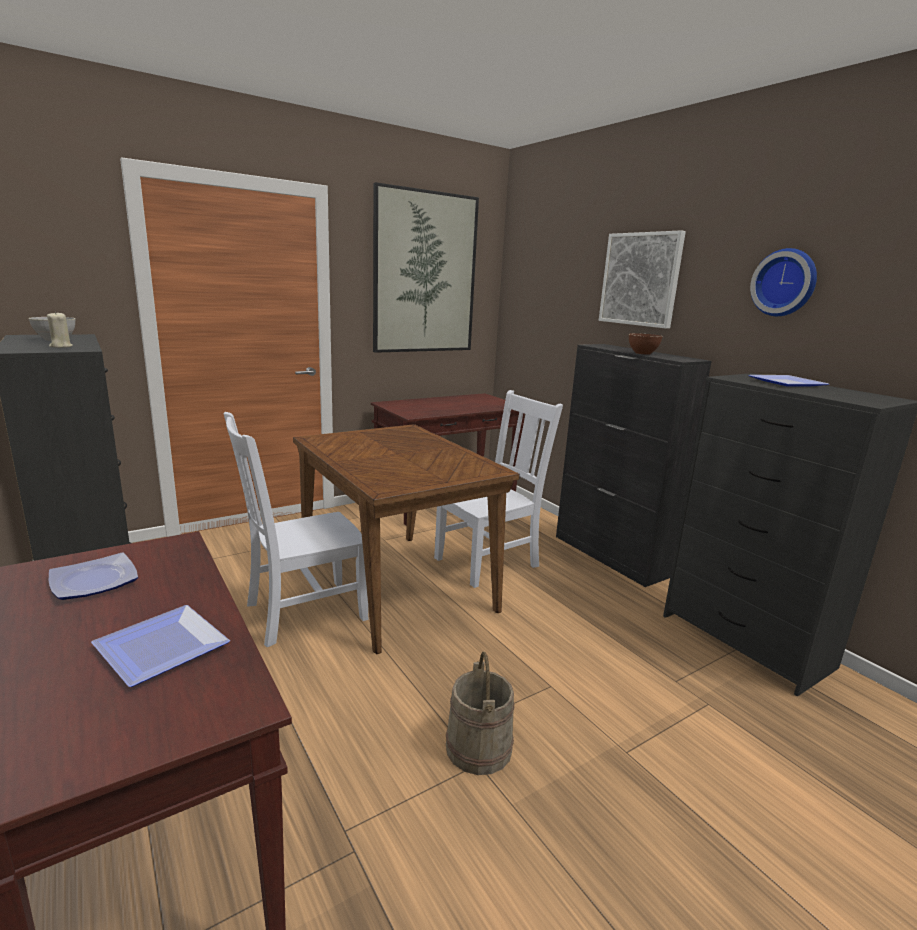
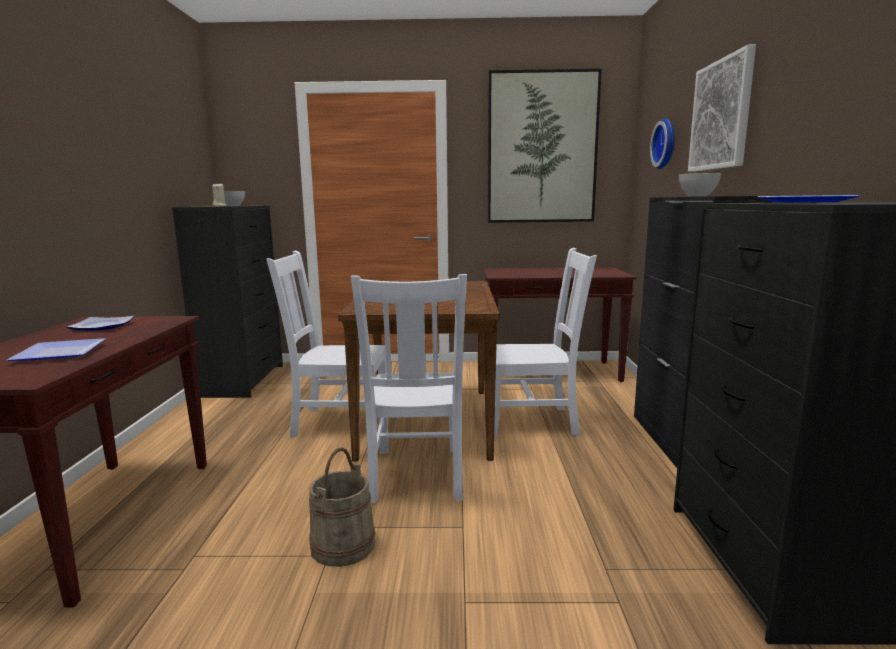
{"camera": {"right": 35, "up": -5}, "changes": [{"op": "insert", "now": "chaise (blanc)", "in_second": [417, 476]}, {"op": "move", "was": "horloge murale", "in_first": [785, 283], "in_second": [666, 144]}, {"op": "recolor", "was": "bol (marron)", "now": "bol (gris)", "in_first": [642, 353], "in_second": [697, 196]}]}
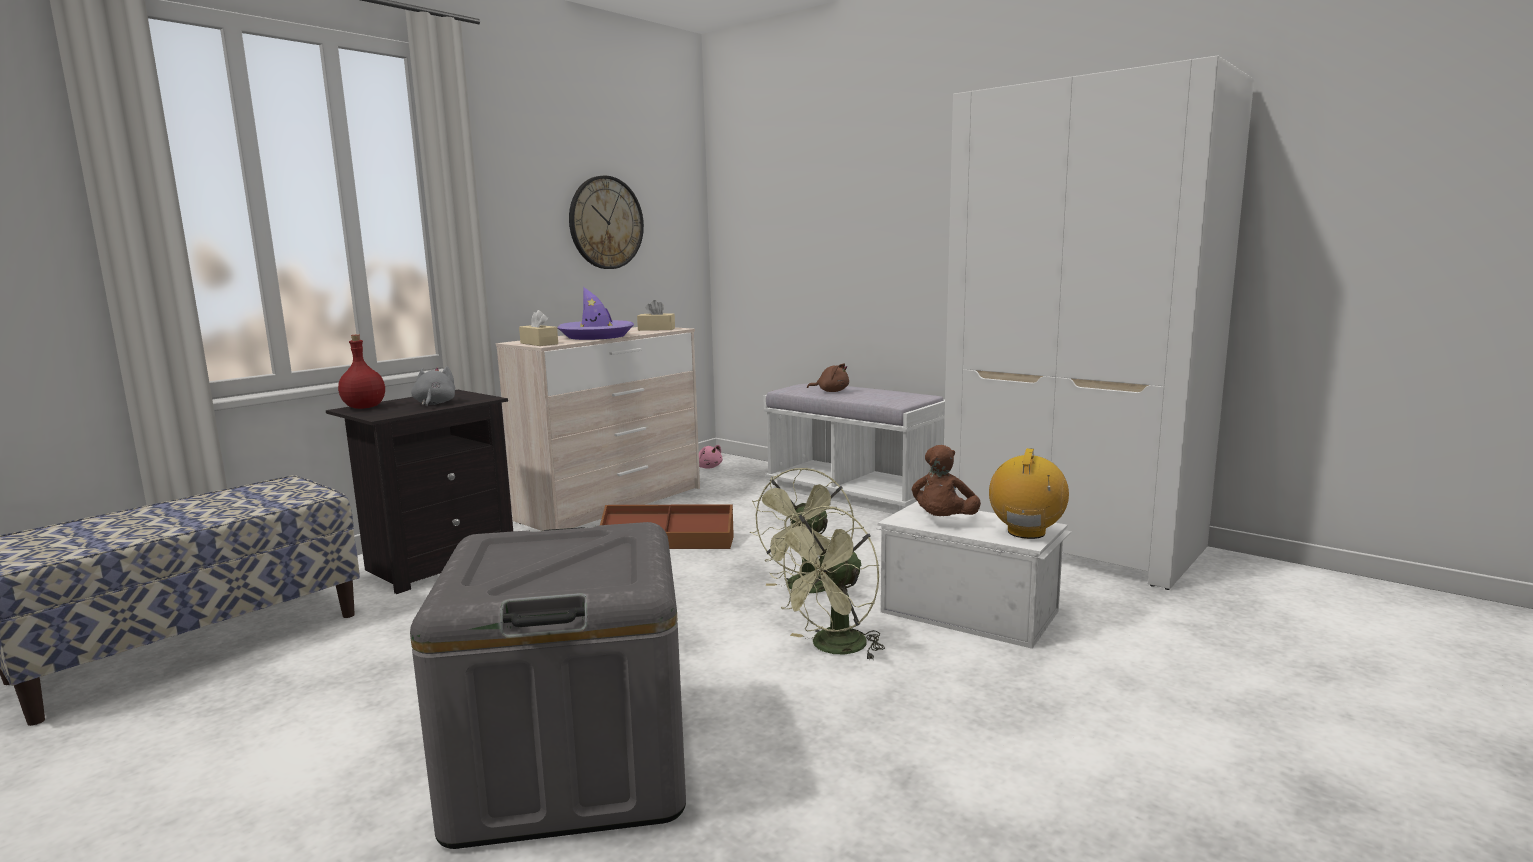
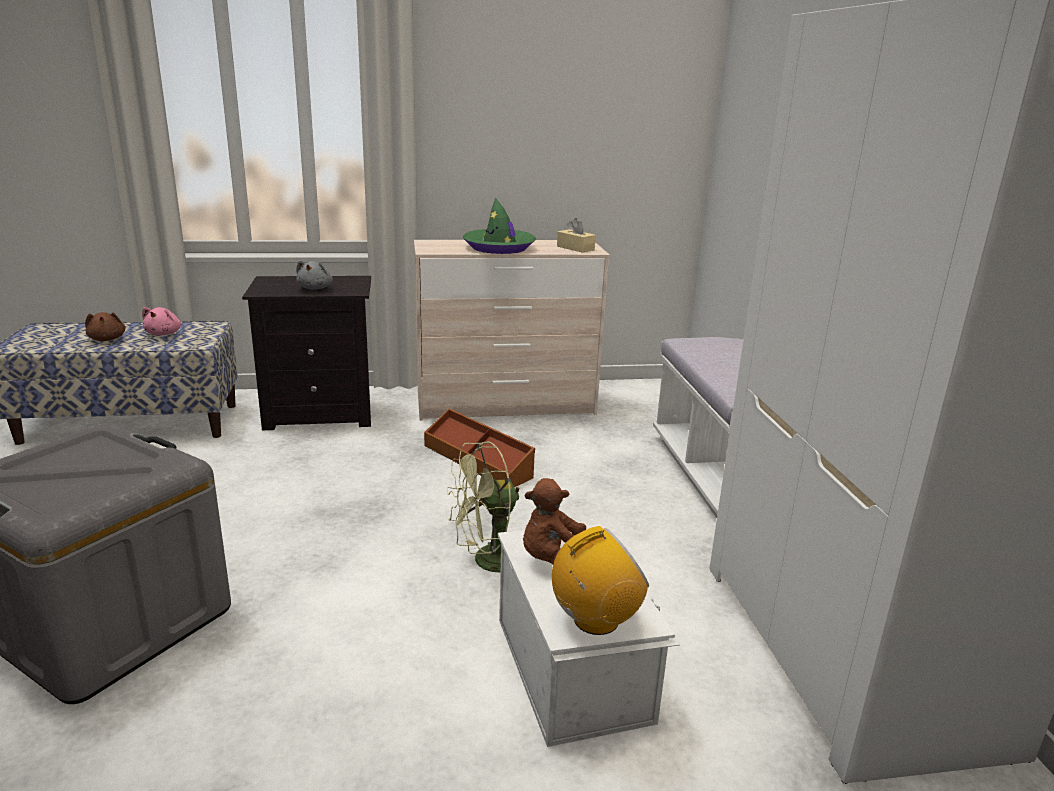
{"camera": {"right": 40, "up": 10}, "changes": [{"op": "move", "was": "peluche (marron)", "in_first": [831, 391], "in_second": [107, 339]}, {"op": "move", "was": "peluche (rose)", "in_first": [708, 467], "in_second": [164, 333]}, {"op": "rotate", "was": "peluche (gris)", "in_first": [434, 404], "in_second": [315, 288], "clockwise": 150}, {"op": "recolor", "was": "chapeau (violet)", "now": "chapeau (vert)", "in_first": [596, 336], "in_second": [499, 248]}, {"op": "delete", "was": "bouteille (rouge)", "in_first": [364, 407]}, {"op": "delete", "was": "boîte à mouchoirs (beige)", "in_first": [539, 343]}, {"op": "delete", "was": "horloge murale", "in_first": [606, 223]}, {"op": "delete", "was": "ventilateur (vert)", "in_first": [832, 648]}]}
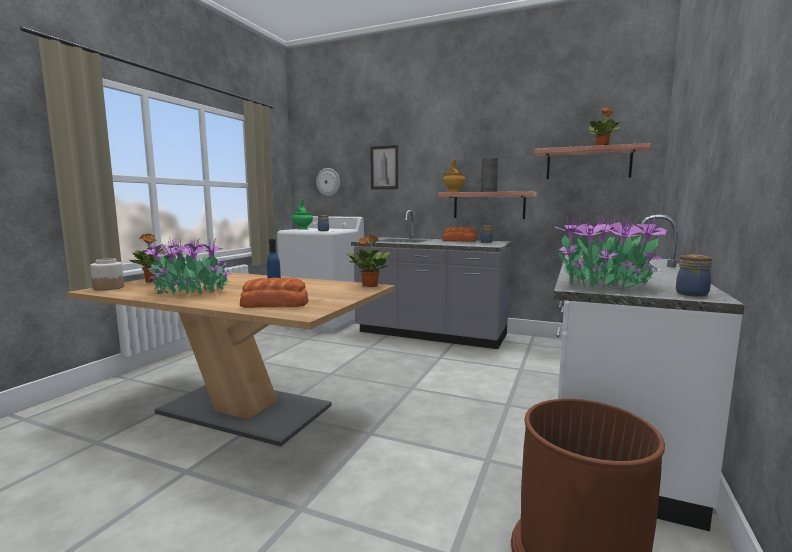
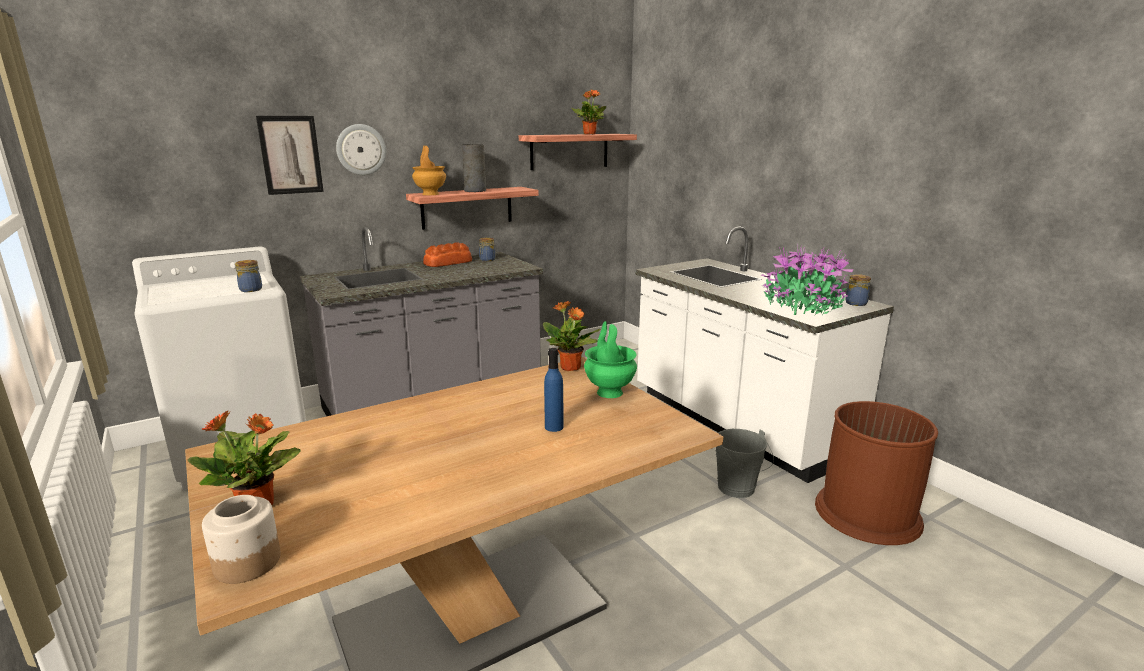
{"camera": {"right": -55, "up": 10}, "changes": [{"op": "move", "was": "horloge murale", "in_first": [328, 182], "in_second": [361, 149]}, {"op": "move", "was": "vase (vert)", "in_first": [302, 229], "in_second": [609, 392]}, {"op": "insert", "now": "seau (gris)", "in_second": [739, 490]}, {"op": "delete", "was": "plante en pot", "in_first": [189, 292]}, {"op": "delete", "was": "pain", "in_first": [274, 304]}]}
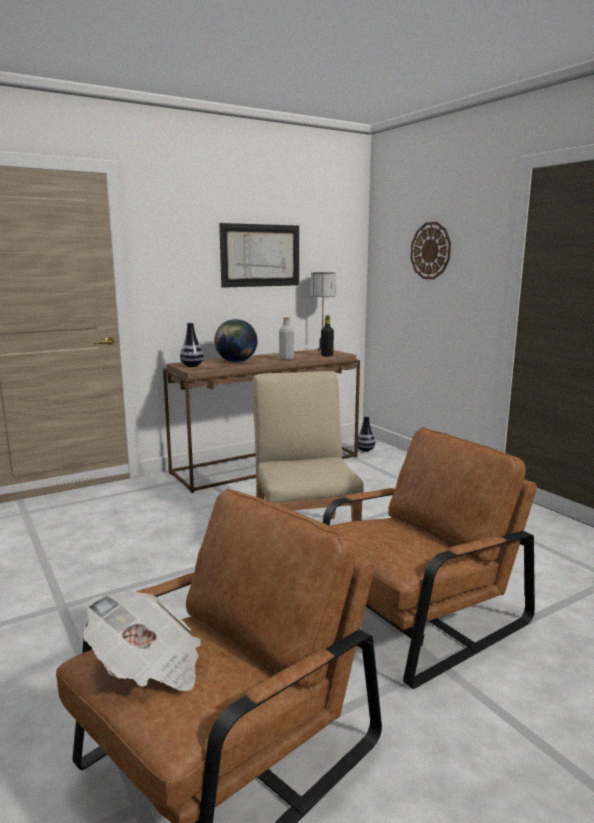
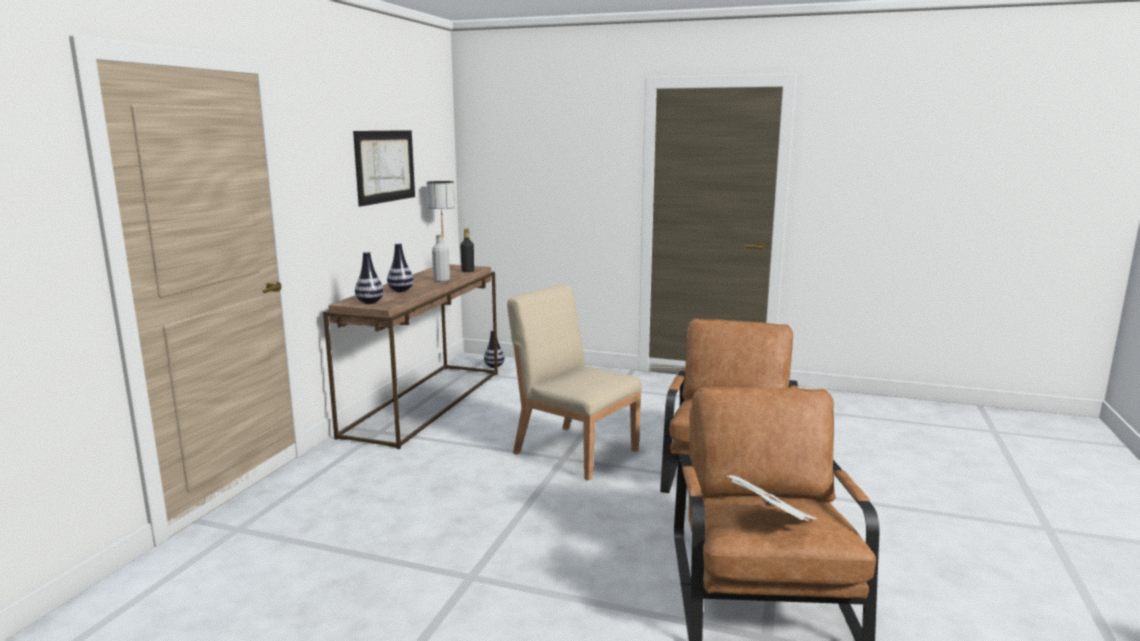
{"camera": {"right": -40, "up": 0}, "changes": [{"op": "replace", "was": "globe", "now": "vase", "in_first": [236, 361], "in_second": [400, 291]}, {"op": "delete", "was": "horloge murale", "in_first": [430, 251]}]}
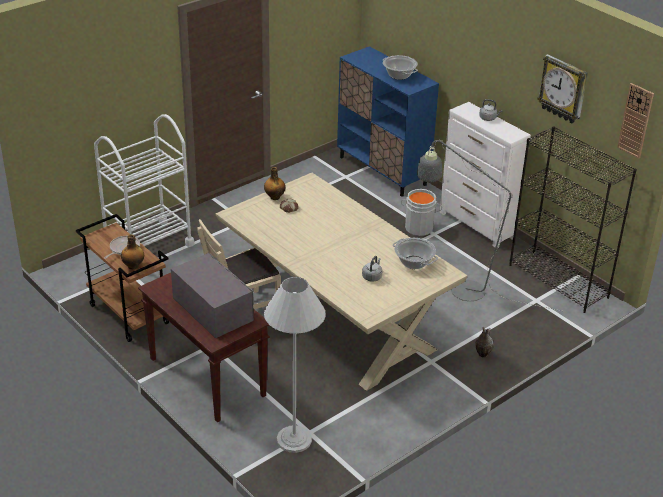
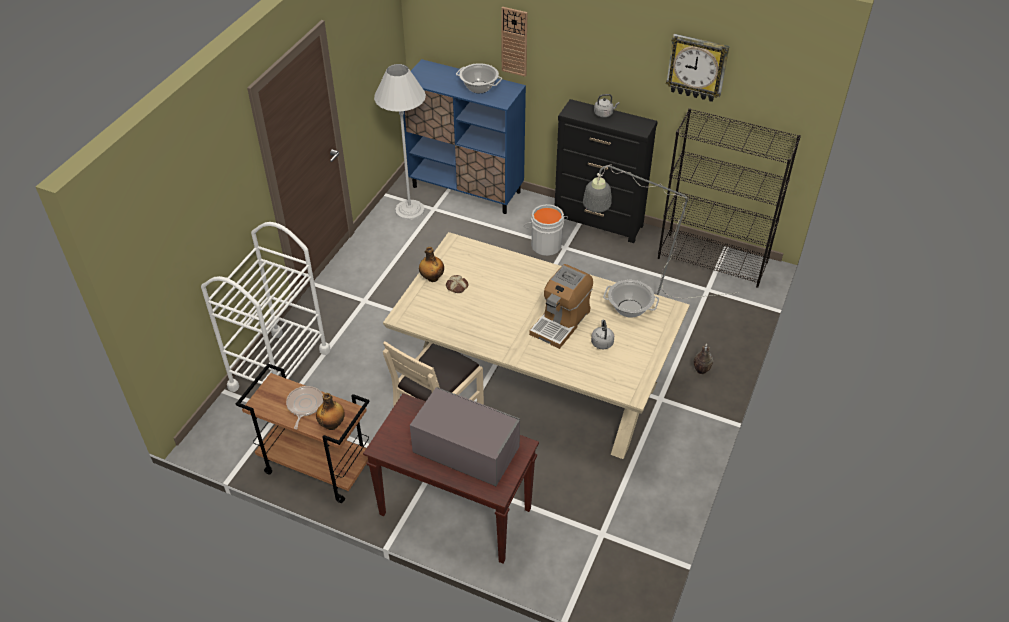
{"camera": {"right": -25, "up": 10}, "changes": [{"op": "move", "was": "lampadaire (blanc)", "in_first": [294, 439], "in_second": [409, 210]}, {"op": "move", "was": "horloge murale", "in_first": [635, 120], "in_second": [514, 41]}, {"op": "insert", "now": "machine à café", "in_second": [561, 322]}, {"op": "recolor", "was": "commode (blanc)", "now": "commode (noir)", "in_first": [477, 225], "in_second": [599, 223]}]}
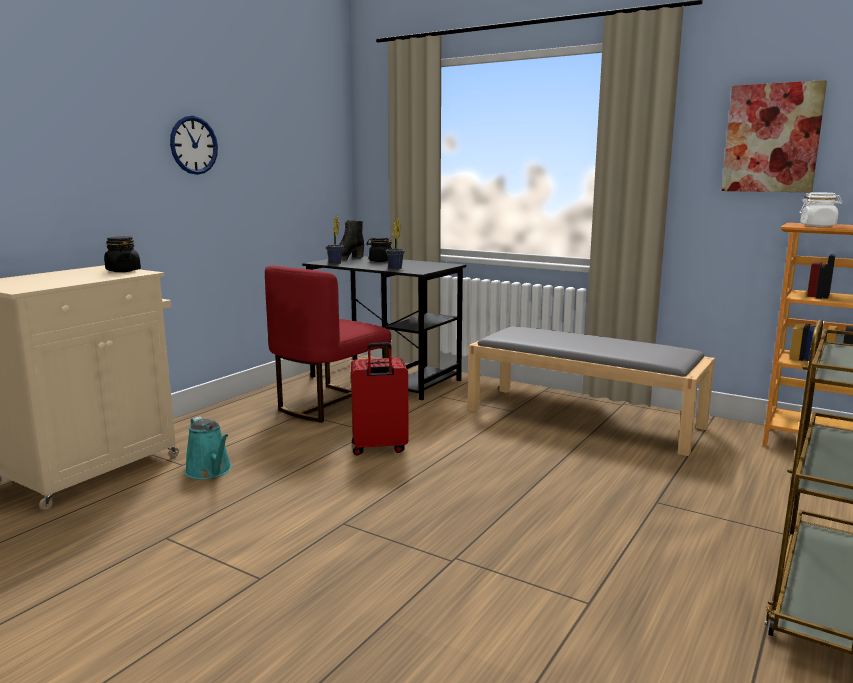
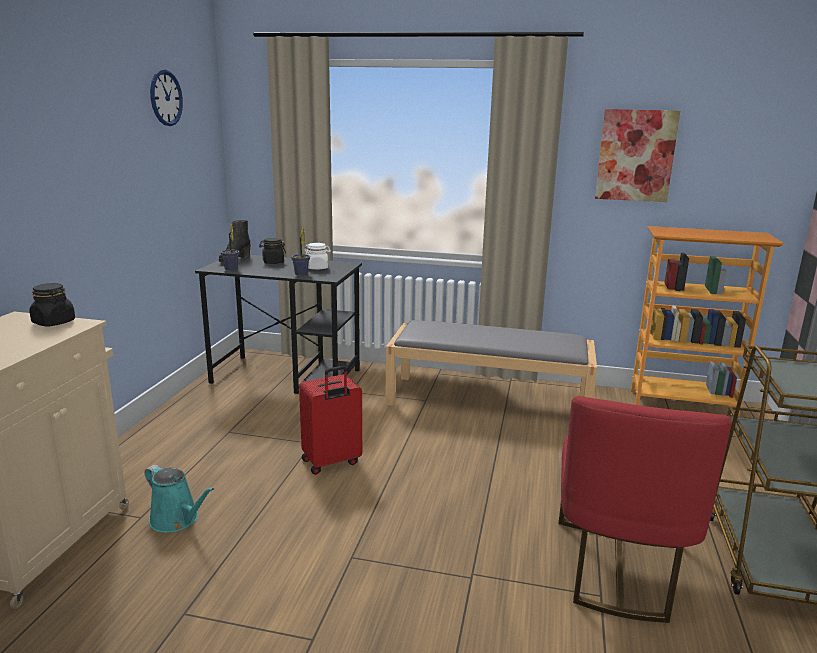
{"camera": {"right": -20, "up": 5}, "changes": [{"op": "move", "was": "horloge murale", "in_first": [193, 145], "in_second": [166, 98]}, {"op": "move", "was": "bocal (blanc)", "in_first": [818, 226], "in_second": [317, 268]}, {"op": "move", "was": "chaise (rouge)", "in_first": [329, 404], "in_second": [617, 569]}]}
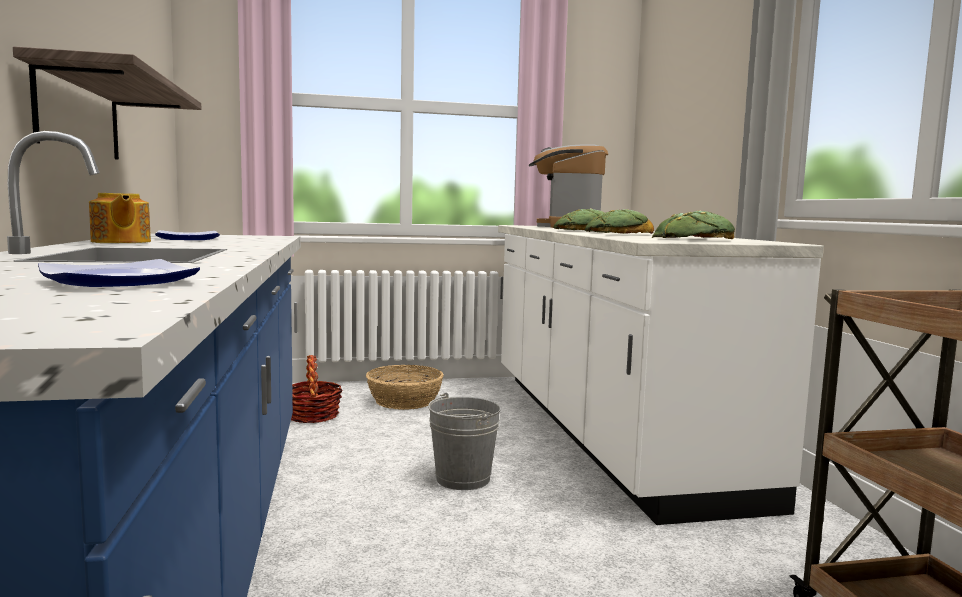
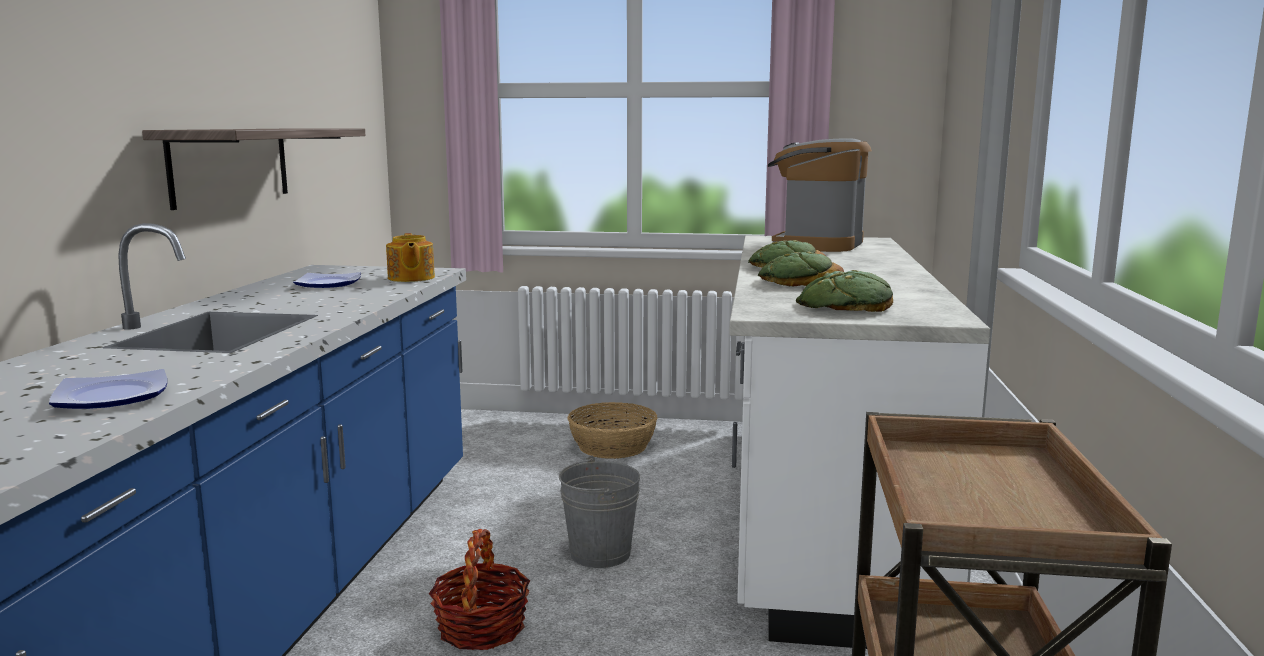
{"camera": {"right": 20, "up": 5}, "changes": [{"op": "move", "was": "théière", "in_first": [120, 242], "in_second": [410, 278]}, {"op": "move", "was": "panier", "in_first": [312, 415], "in_second": [481, 628]}]}
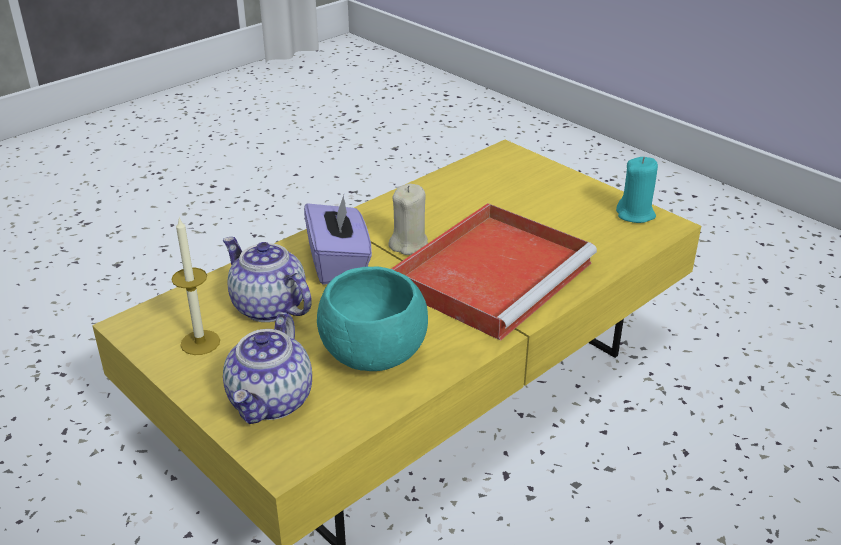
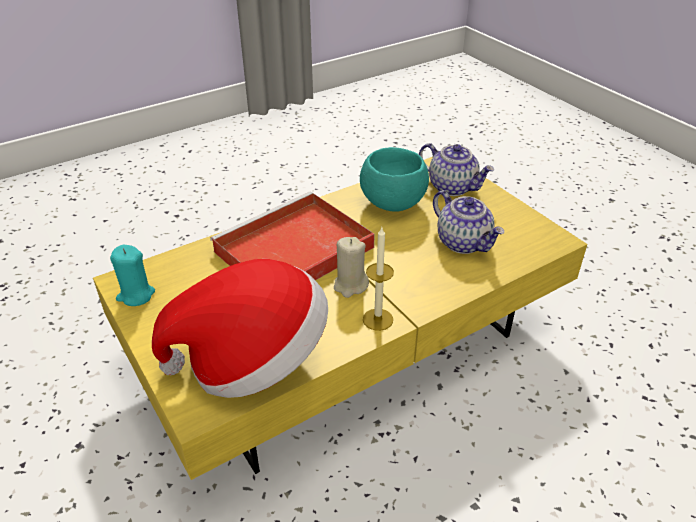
{"camera": {"right": -170, "up": 5}, "changes": [{"op": "insert", "now": "chapeau", "in_second": [252, 359]}, {"op": "move", "was": "bougie", "in_first": [200, 342], "in_second": [378, 319]}, {"op": "rotate", "was": "théière", "in_first": [272, 401], "in_second": [453, 187], "clockwise": 105}, {"op": "delete", "was": "boîte à mouchoirs (violet)", "in_first": [339, 263]}]}
